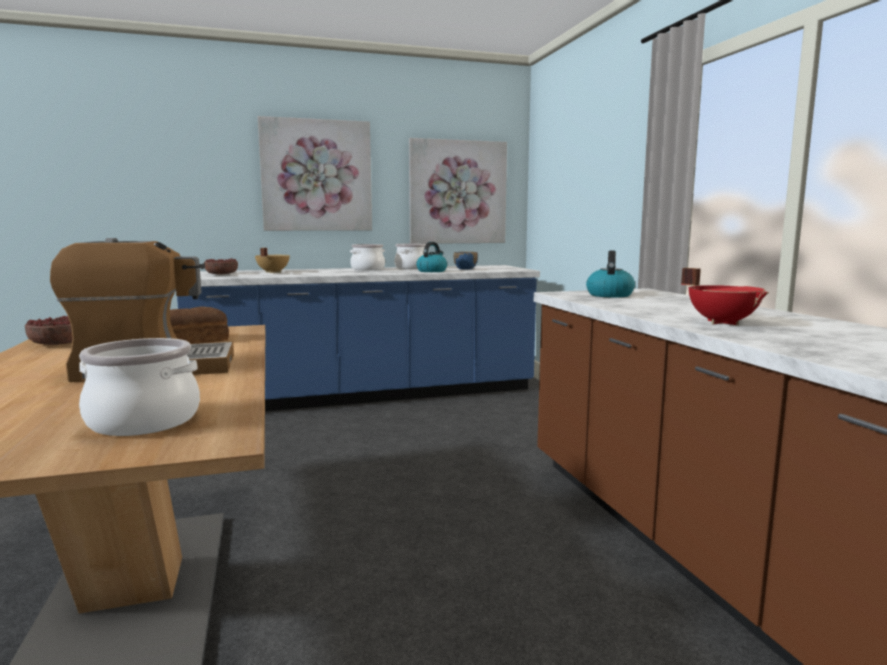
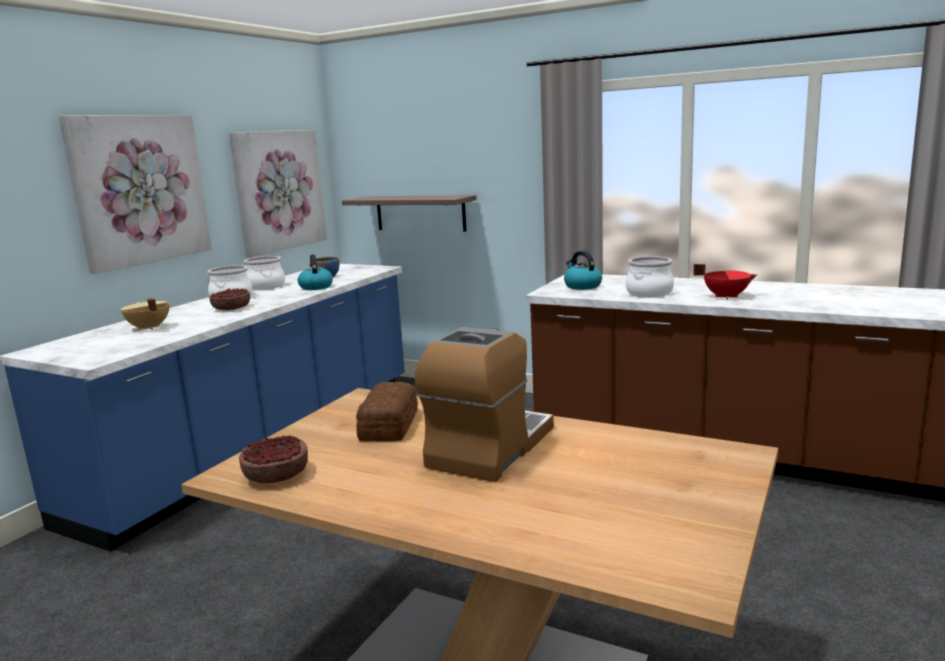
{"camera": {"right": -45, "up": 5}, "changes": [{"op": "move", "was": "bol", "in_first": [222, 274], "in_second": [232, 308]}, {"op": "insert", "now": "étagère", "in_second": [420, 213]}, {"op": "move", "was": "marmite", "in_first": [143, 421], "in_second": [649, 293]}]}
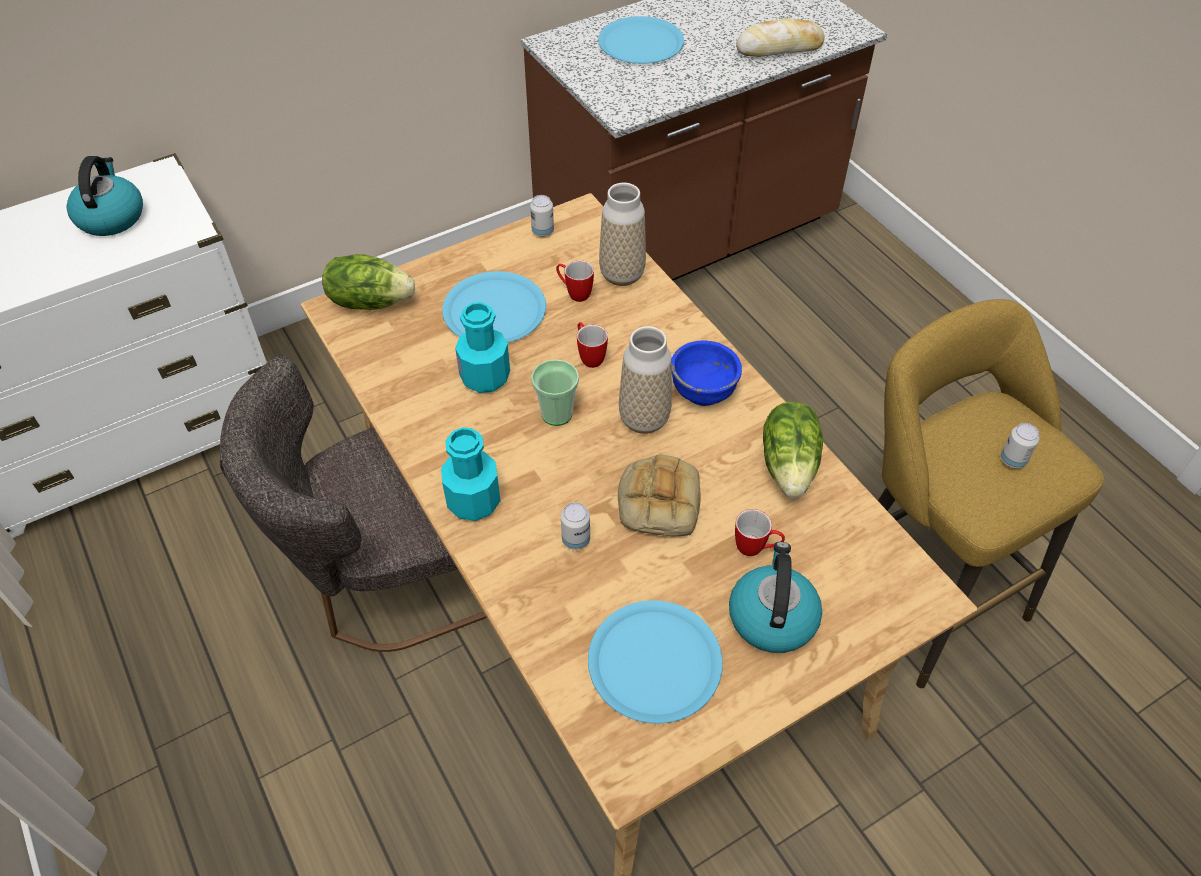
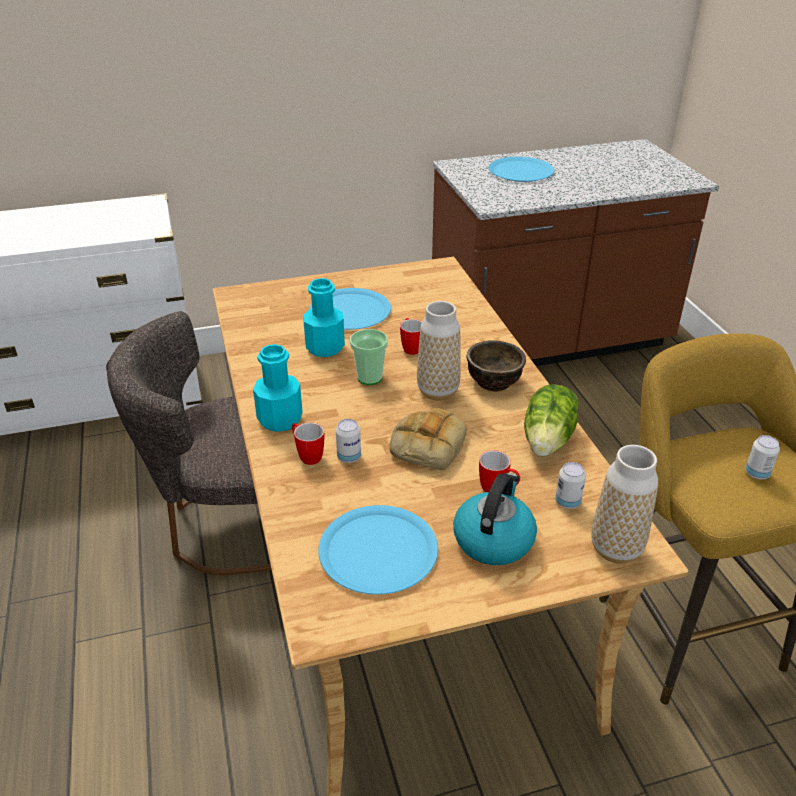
{"camera": {"right": 15, "up": -15}, "changes": [{"op": "move", "was": "mug", "in_first": [574, 293], "in_second": [307, 455]}, {"op": "recolor", "was": "bol (bleu)", "now": "bol (marron)", "in_first": [702, 390], "in_second": [493, 381]}, {"op": "move", "was": "boîte métallique", "in_first": [542, 231], "in_second": [567, 502]}, {"op": "move", "was": "vase", "in_first": [622, 275], "in_second": [616, 549]}, {"op": "delete", "was": "bouilloire", "in_first": [111, 217]}, {"op": "delete", "was": "laitue", "in_first": [370, 301]}, {"op": "delete", "was": "pain", "in_first": [779, 47]}]}
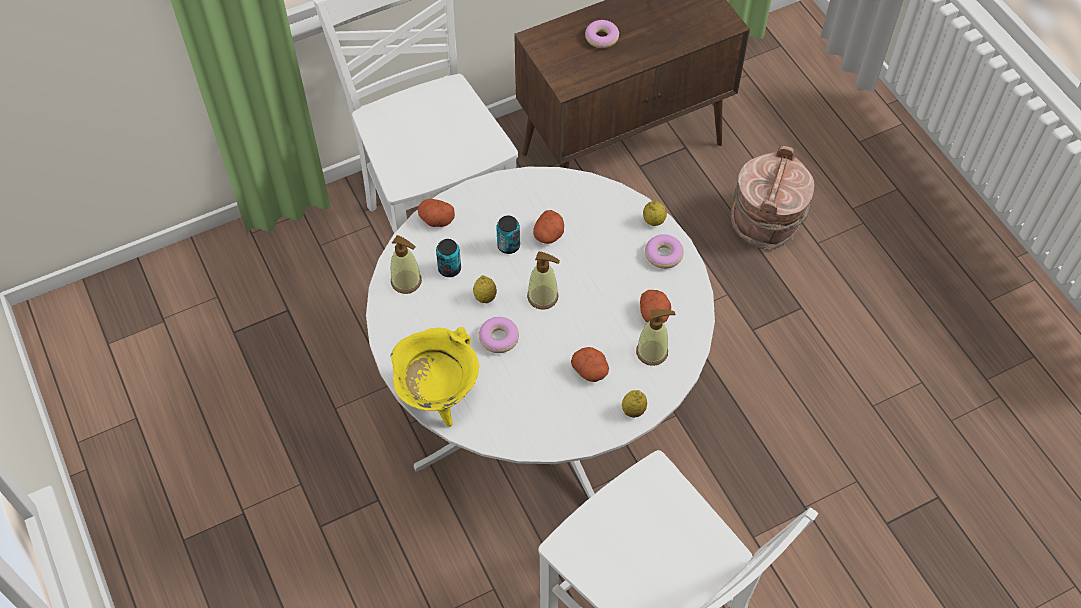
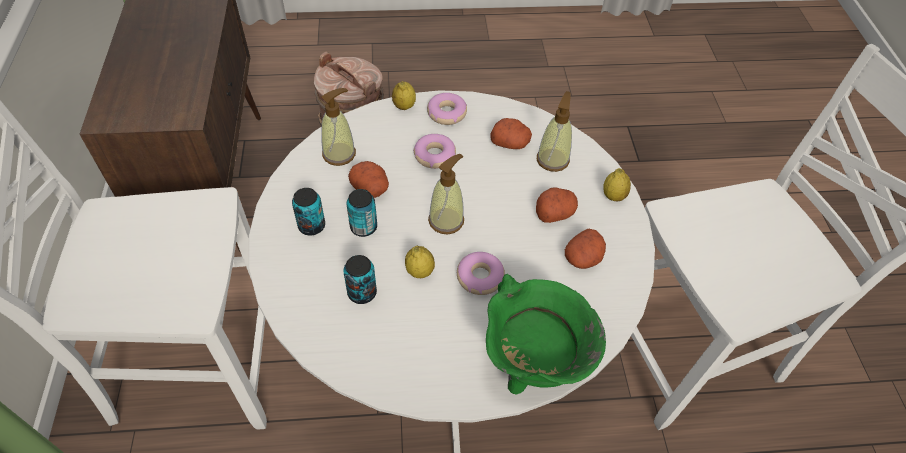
{"camera": {"right": -70, "up": -5}, "changes": [{"op": "insert", "now": "boîte métallique", "in_second": [311, 226]}, {"op": "move", "was": "distributeur de savon", "in_first": [406, 281], "in_second": [339, 154]}, {"op": "move", "was": "beignet", "in_first": [601, 38], "in_second": [434, 155]}, {"op": "recolor", "was": "marmite (jaune)", "now": "marmite (vert)", "in_first": [438, 396], "in_second": [533, 364]}, {"op": "move", "was": "pomme de terre", "in_first": [436, 219], "in_second": [583, 258]}]}
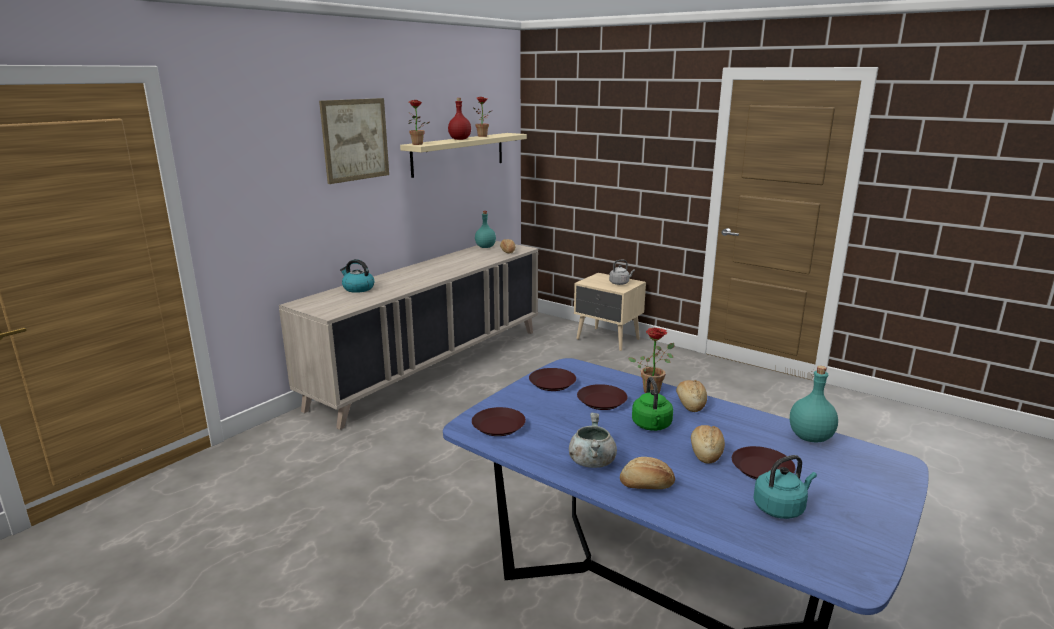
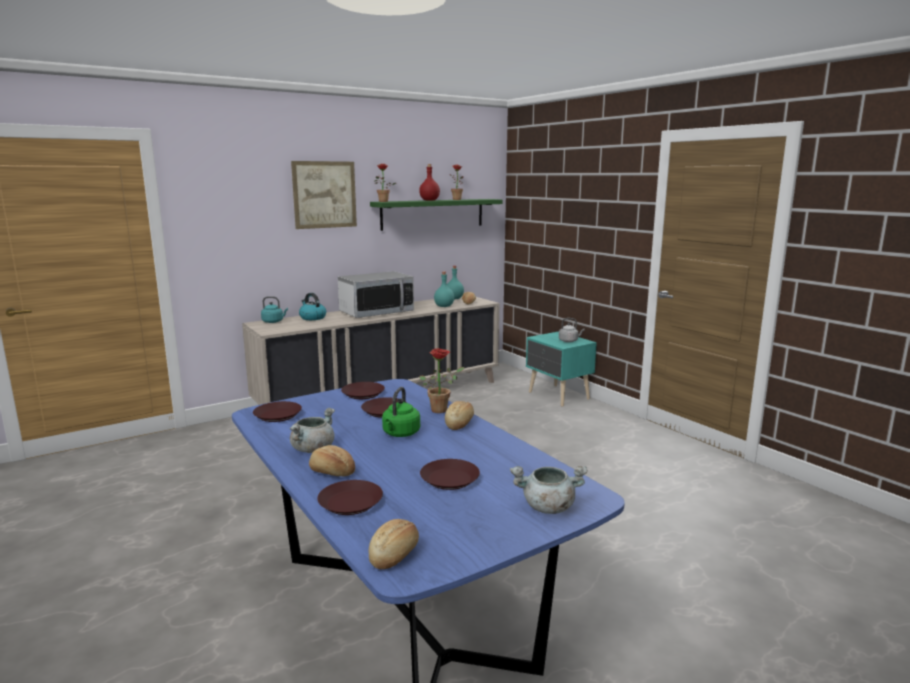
{"camera": {"right": 20, "up": -5}, "changes": [{"op": "move", "was": "bouilloire (turquoise)", "in_first": [780, 508], "in_second": [274, 321]}, {"op": "insert", "now": "assiette (marron)", "in_second": [350, 503]}, {"op": "insert", "now": "micro-ondes", "in_second": [376, 312]}, {"op": "move", "was": "pain", "in_first": [706, 452], "in_second": [395, 555]}, {"op": "recolor", "was": "étagère (beige)", "now": "étagère (vert)", "in_first": [459, 154], "in_second": [433, 214]}, {"op": "move", "was": "bouteille (turquoise)", "in_first": [809, 437], "in_second": [444, 306]}, {"op": "insert", "now": "marmite (gris)", "in_second": [547, 507]}, {"op": "recolor", "was": "table de chevet (beige)", "now": "table de chevet (turquoise)", "in_first": [608, 340], "in_second": [558, 396]}]}
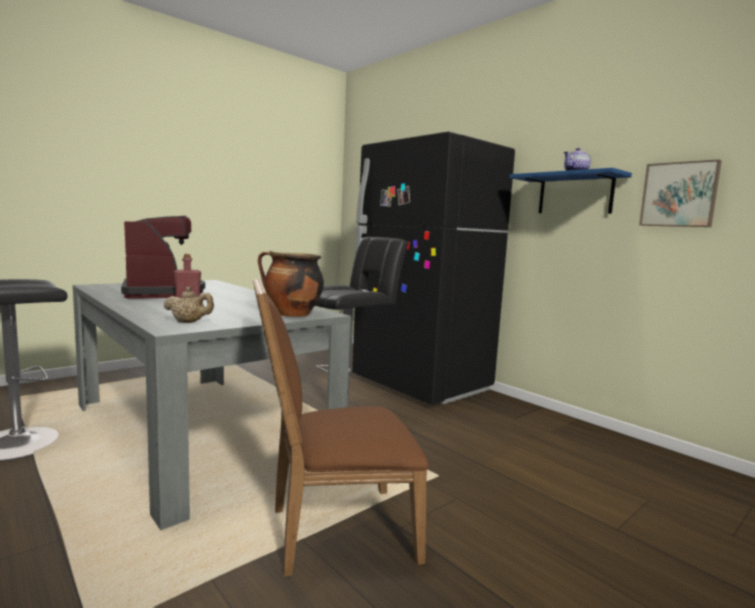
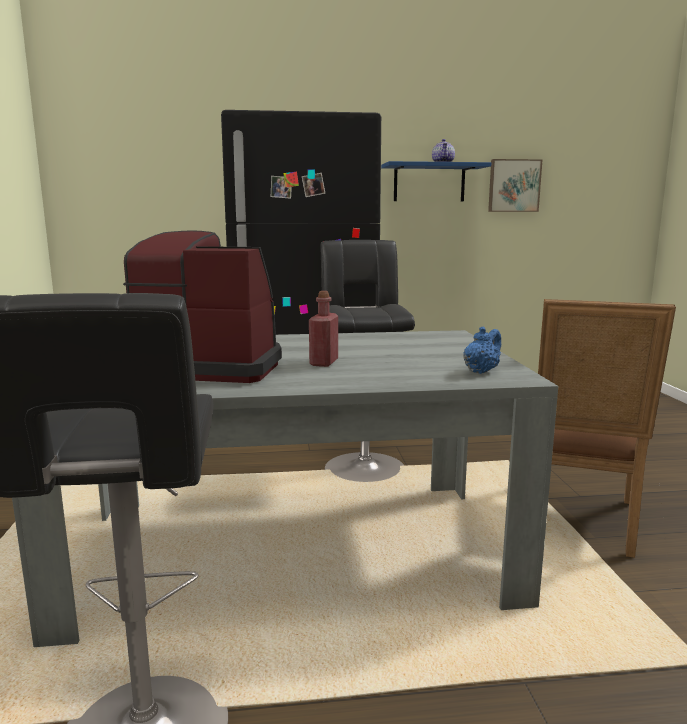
{"camera": {"right": -55, "up": 5}, "changes": [{"op": "recolor", "was": "théière (beige)", "now": "théière (bleu)", "in_first": [189, 322], "in_second": [481, 371]}, {"op": "delete", "was": "marmite", "in_first": [291, 315]}]}
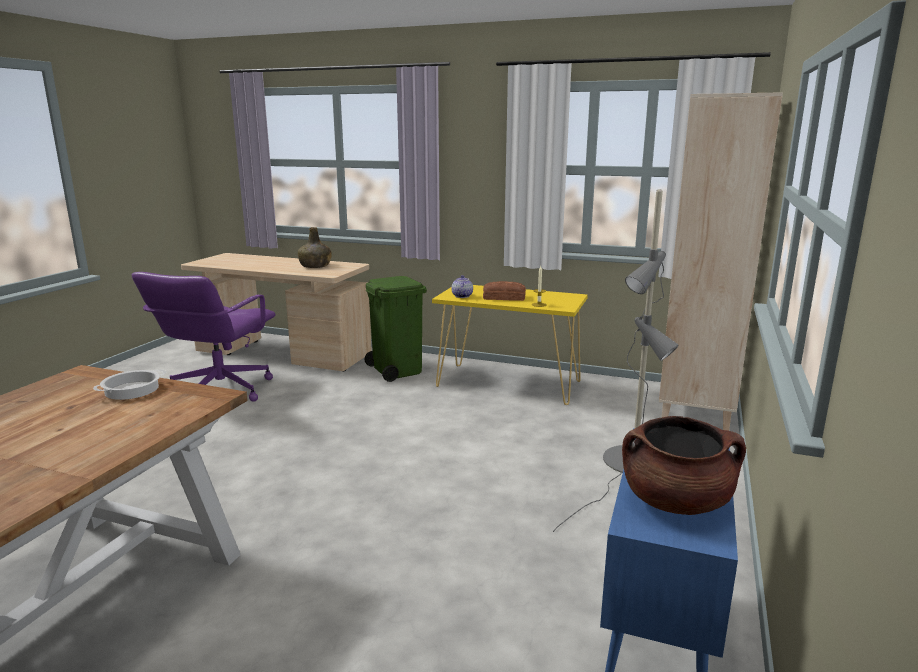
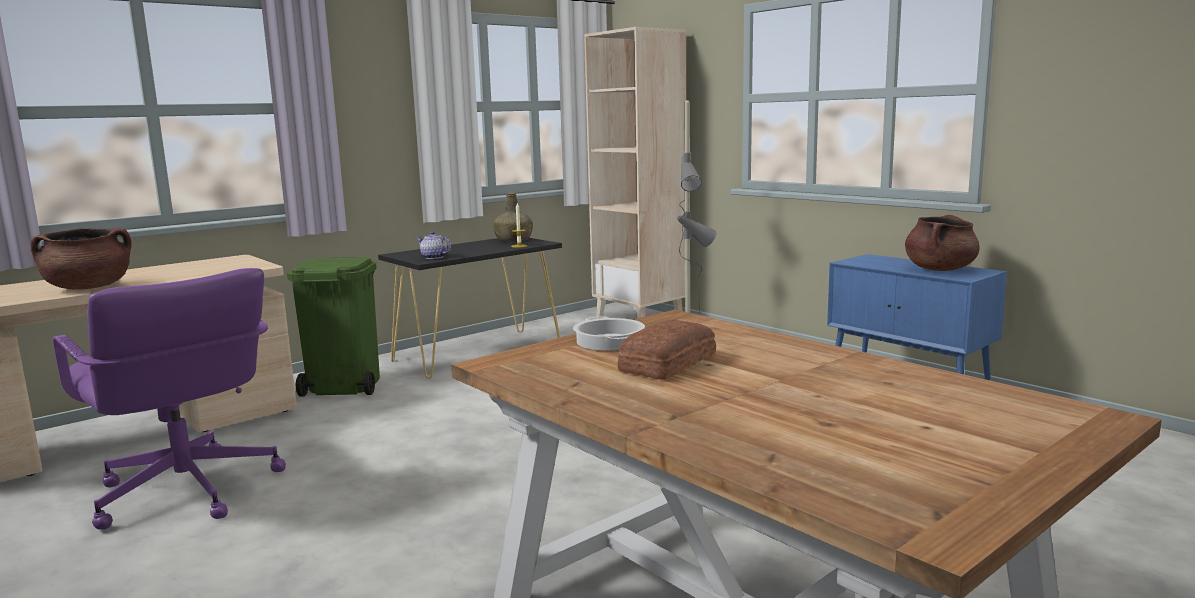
{"camera": {"right": -60, "up": -5}, "changes": [{"op": "insert", "now": "marmite (marron)", "in_second": [89, 287]}, {"op": "recolor", "was": "table console (jaune)", "now": "table console (noir)", "in_first": [509, 384], "in_second": [479, 352]}, {"op": "move", "was": "bouteille (vert)", "in_first": [315, 266], "in_second": [514, 240]}, {"op": "move", "was": "pain", "in_first": [503, 297], "in_second": [665, 363]}]}
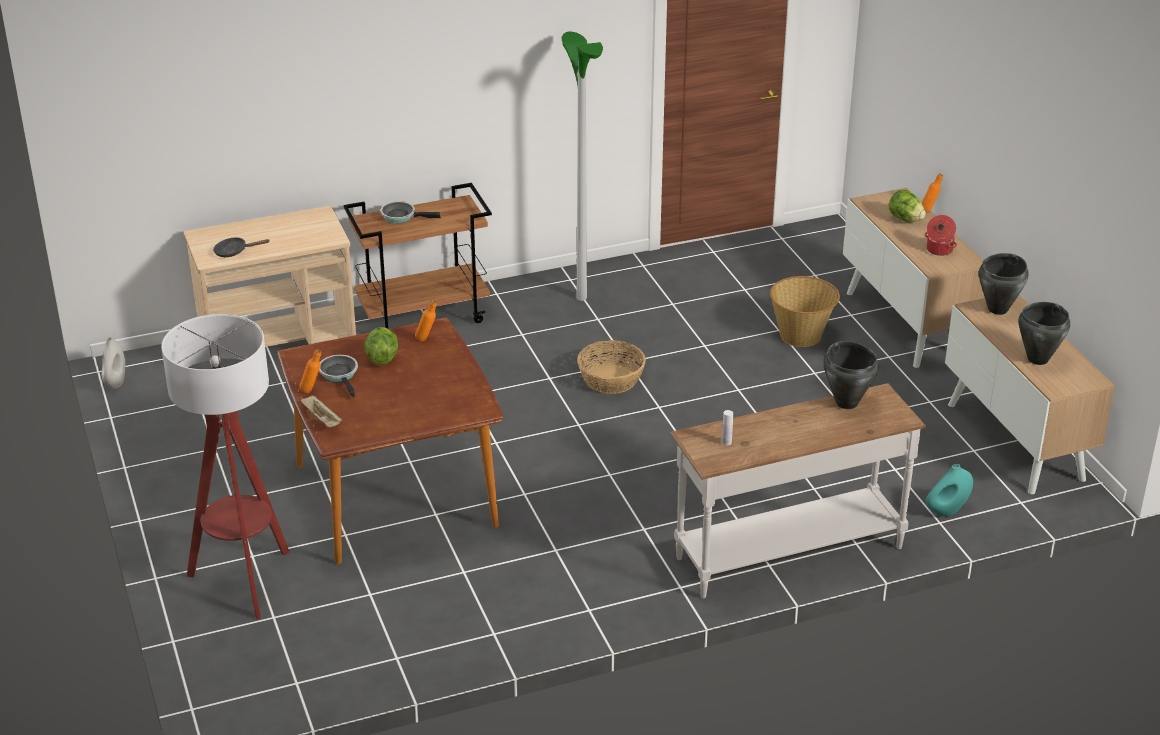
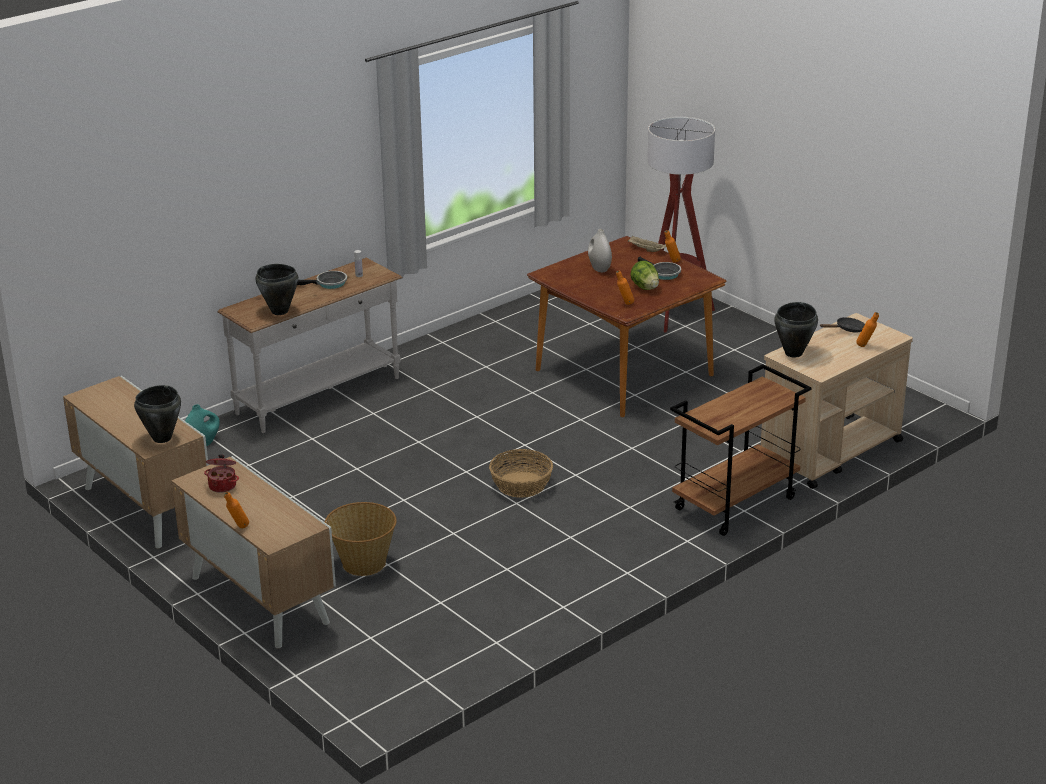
{"camera": {"right": 160, "up": -5}, "changes": [{"op": "move", "was": "poêle", "in_first": [401, 216], "in_second": [329, 284]}, {"op": "move", "was": "vase (blanc)", "in_first": [116, 383], "in_second": [599, 268]}, {"op": "move", "was": "marmite (noir)", "in_first": [1037, 359], "in_second": [794, 353]}, {"op": "insert", "now": "bouteille (orange)", "in_second": [865, 346]}, {"op": "delete", "was": "lampadaire", "in_first": [582, 297]}, {"op": "delete", "was": "laitue", "in_first": [905, 219]}]}
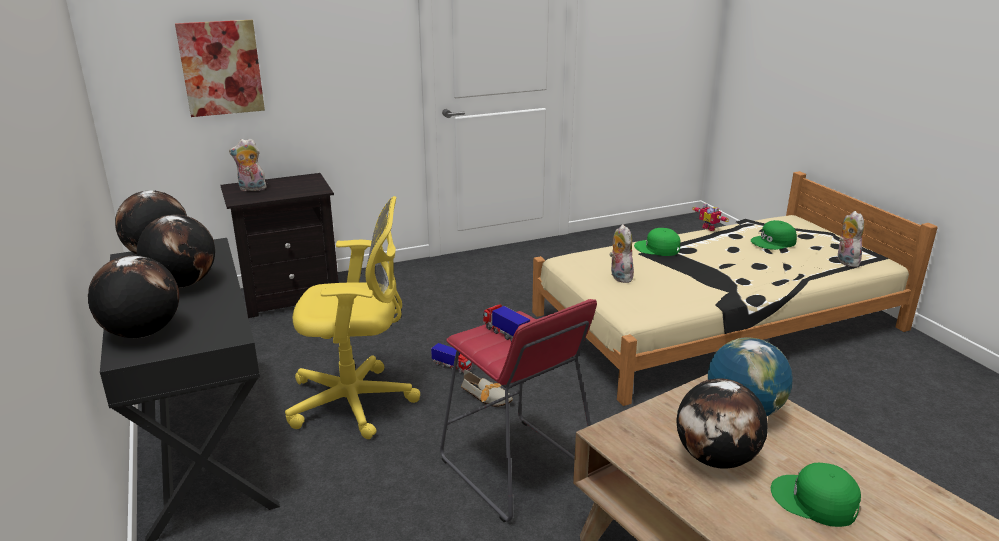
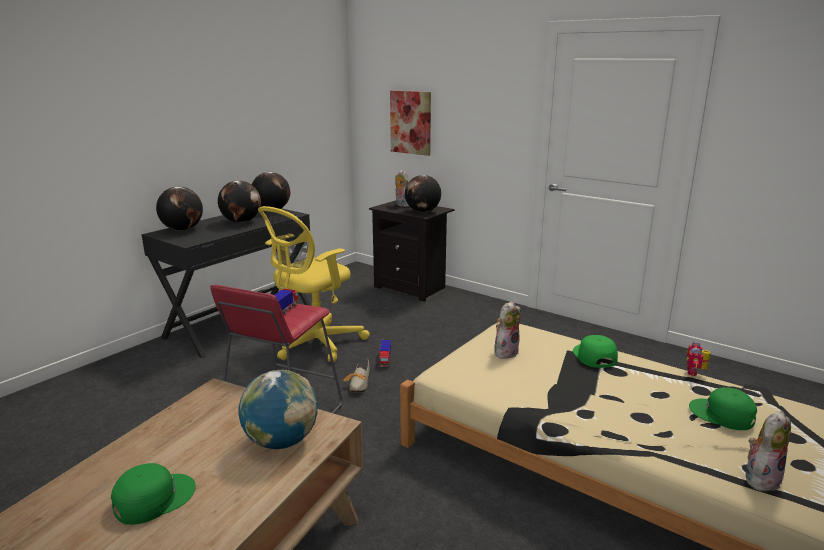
{"camera": {"right": 60, "up": -5}, "changes": [{"op": "rotate", "was": "casquette (vert)", "in_first": [814, 501], "in_second": [153, 498], "clockwise": 45}, {"op": "rotate", "was": "chaise de bureau (jaune)", "in_first": [357, 402], "in_second": [315, 345], "clockwise": 75}, {"op": "move", "was": "globe", "in_first": [716, 459], "in_second": [422, 212]}]}
